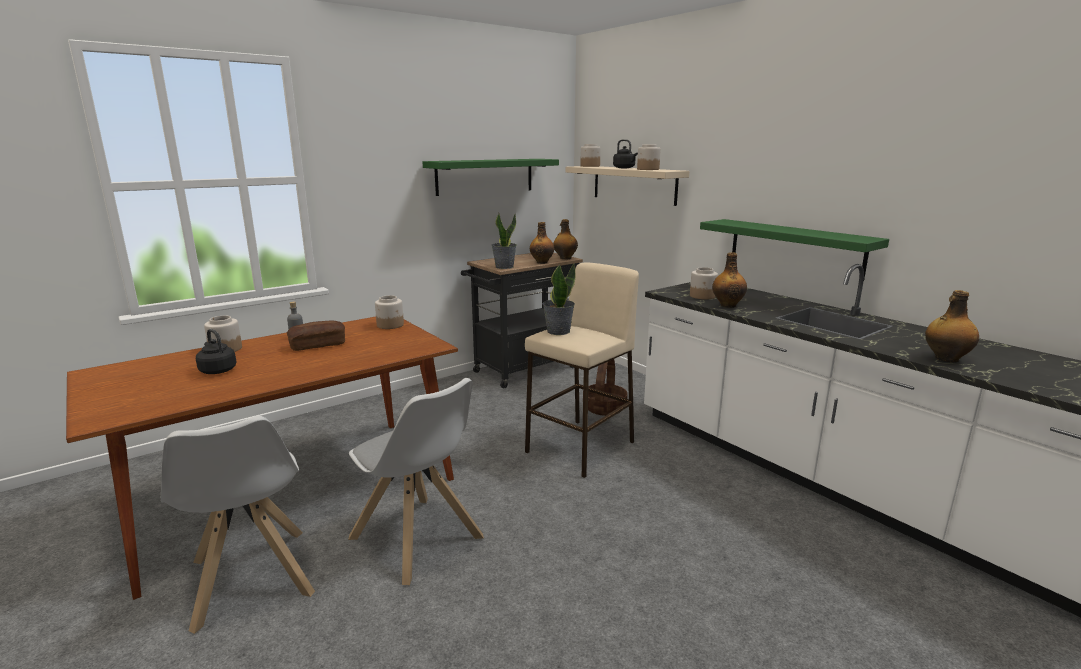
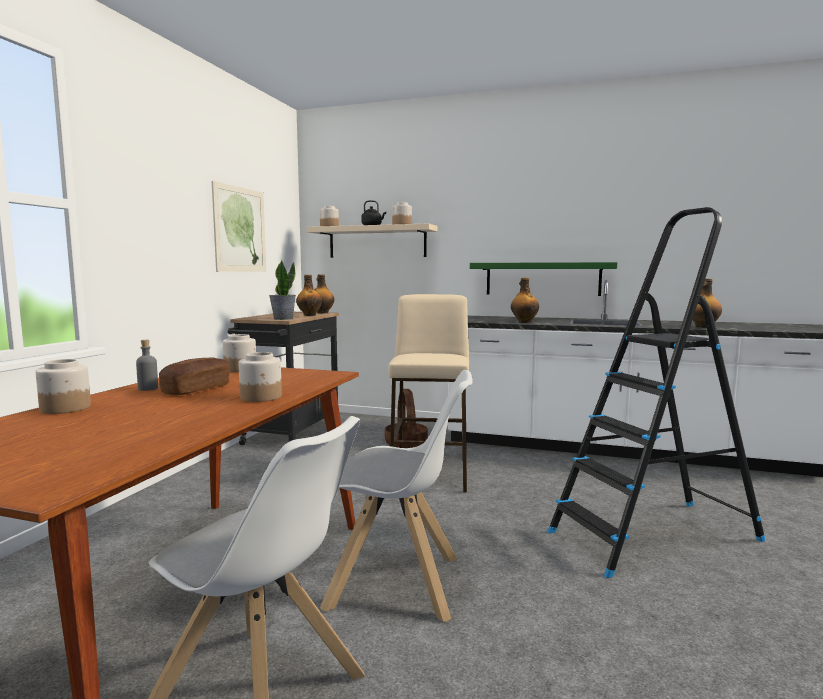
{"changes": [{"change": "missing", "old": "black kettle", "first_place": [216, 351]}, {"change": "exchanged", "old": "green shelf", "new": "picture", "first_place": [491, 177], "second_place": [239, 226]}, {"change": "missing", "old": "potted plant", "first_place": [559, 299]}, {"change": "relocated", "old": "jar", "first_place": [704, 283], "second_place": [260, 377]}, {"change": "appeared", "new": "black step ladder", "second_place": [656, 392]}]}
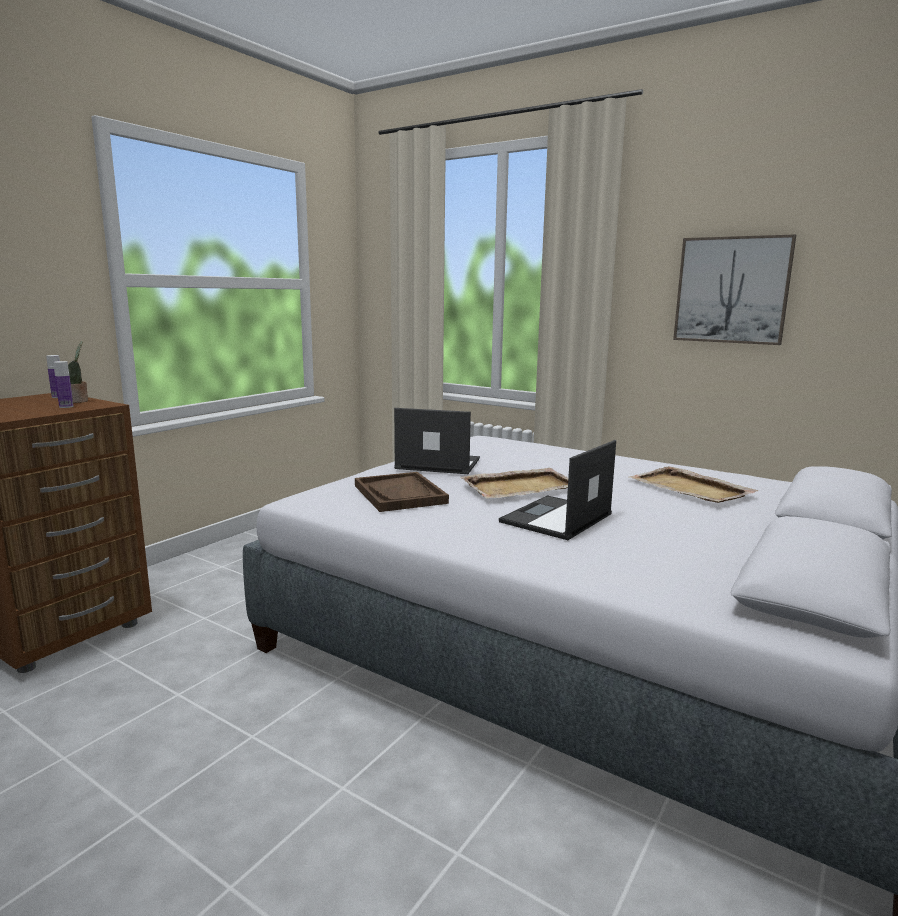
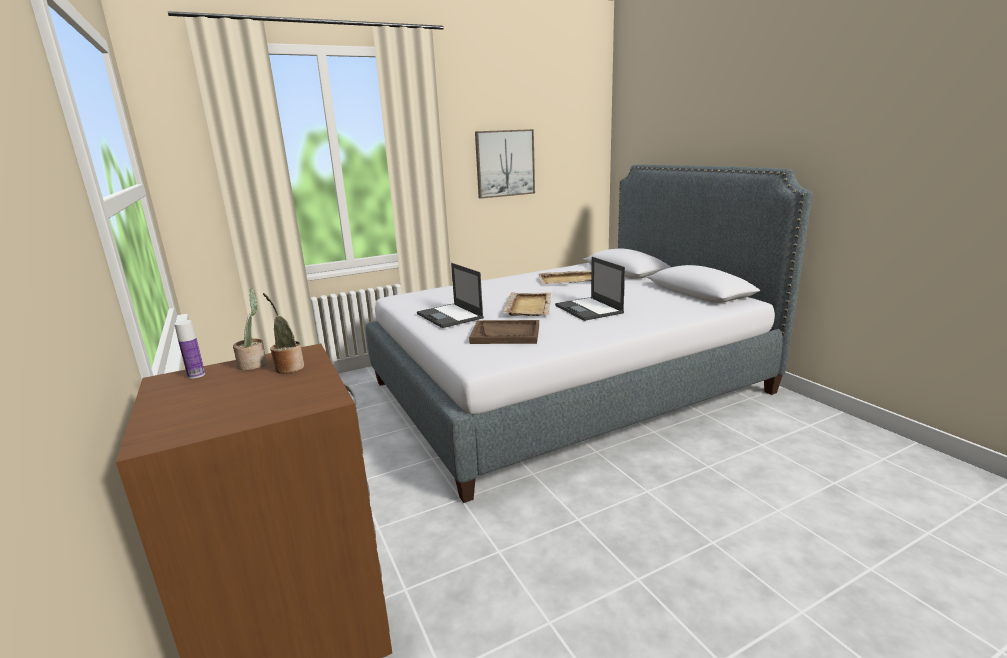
{"changes": [{"change": "exchanged", "old": "bottle", "new": "potted plant", "first_place": [63, 384], "second_place": [283, 333]}, {"change": "spun", "old": "laptop", "first_place": [437, 441], "second_place": [450, 295], "degrees": -75}]}
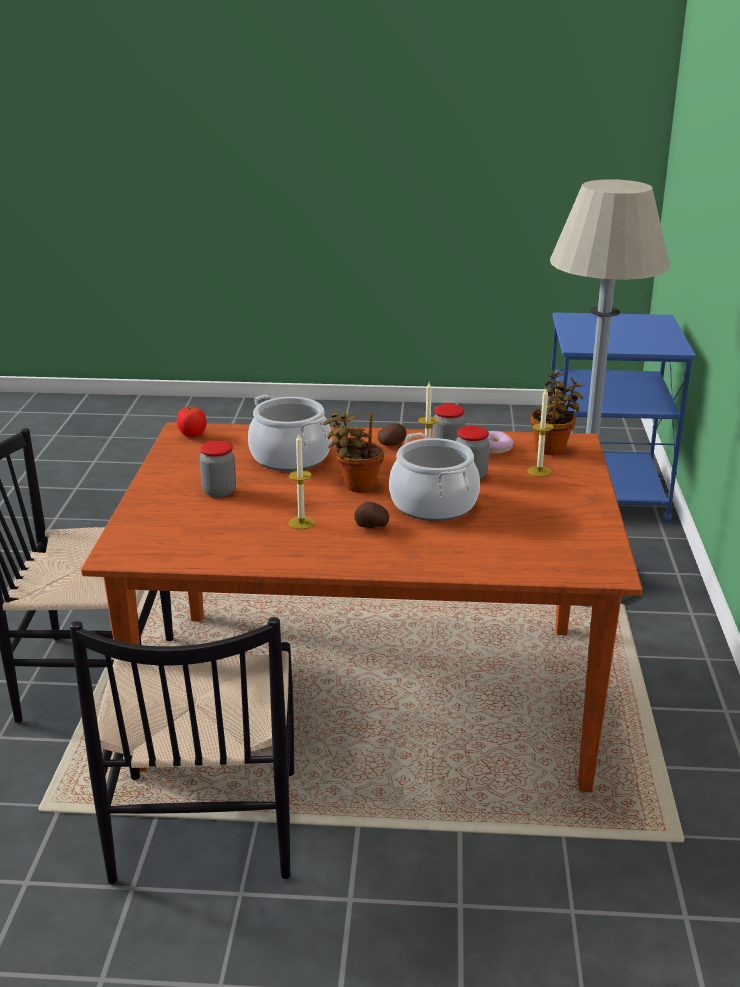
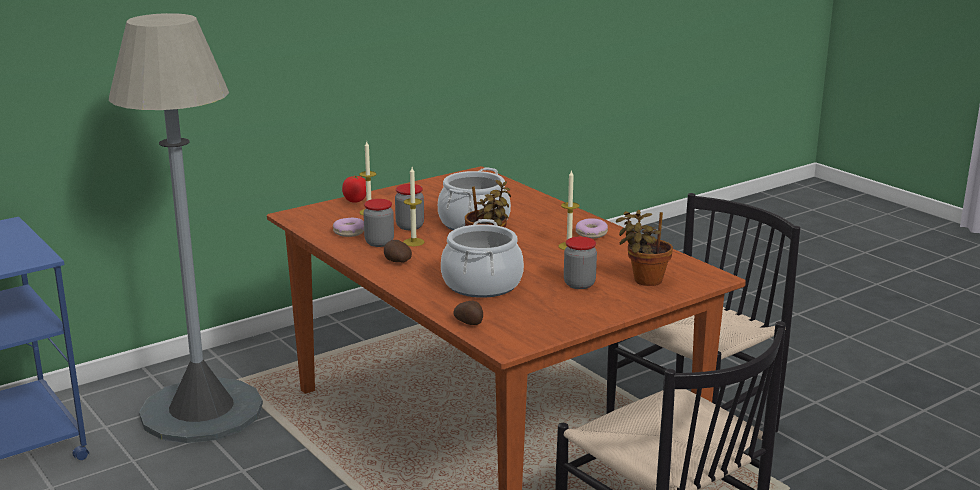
{"changes": [{"change": "relocated", "old": "tomato", "first_place": [192, 421], "second_place": [354, 189]}, {"change": "relocated", "old": "potato", "first_place": [371, 514], "second_place": [468, 313]}, {"change": "relocated", "old": "potted plant", "first_place": [557, 412], "second_place": [644, 248]}, {"change": "appeared", "new": "donut", "second_place": [592, 228]}]}
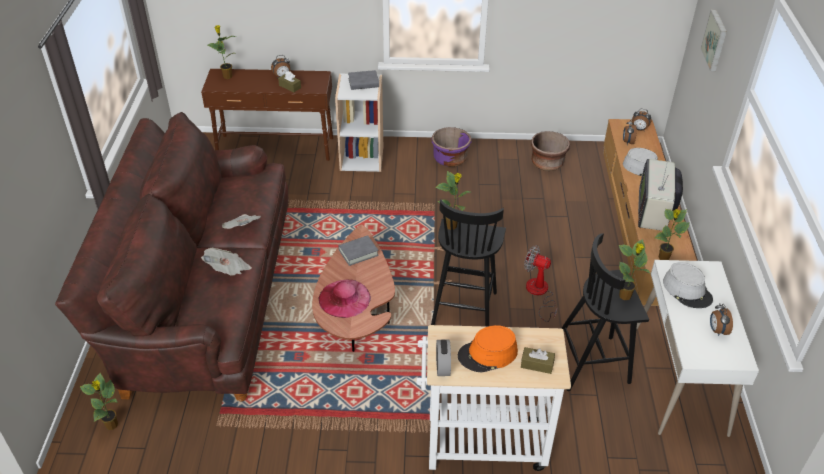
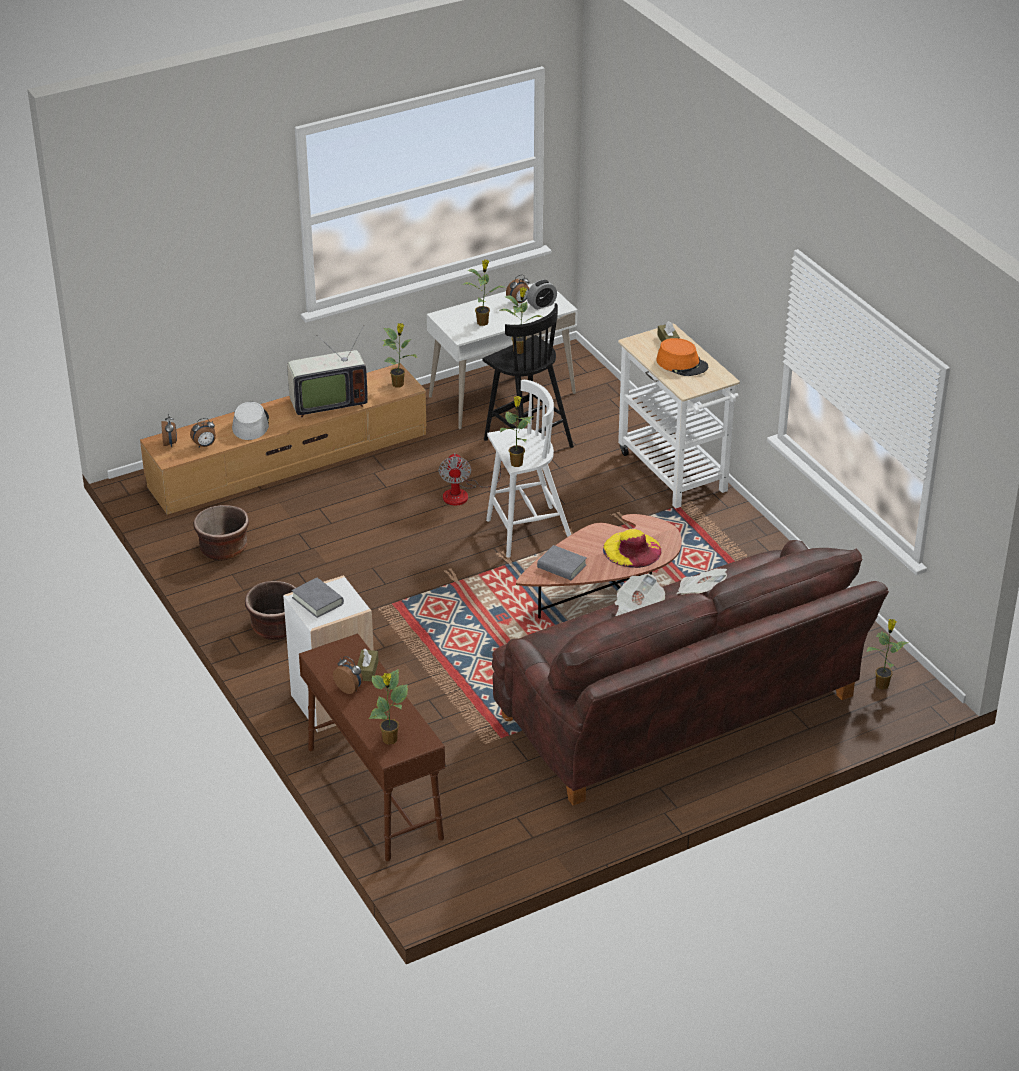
{"changes": [{"change": "colour", "old": "pink hat", "new": "yellow hat", "first_place": [345, 299], "second_place": [632, 548]}, {"change": "colour", "old": "purple planter", "new": "brown planter", "first_place": [451, 147], "second_place": [270, 610]}, {"change": "colour", "old": "black stool", "new": "white stool", "first_place": [468, 263], "second_place": [528, 469]}, {"change": "relocated", "old": "alarm clock", "first_place": [443, 358], "second_place": [542, 295]}, {"change": "exchanged", "old": "grey hat", "new": "potted plant", "first_place": [688, 285], "second_place": [483, 293]}, {"change": "missing", "old": "picture", "first_place": [713, 40]}]}
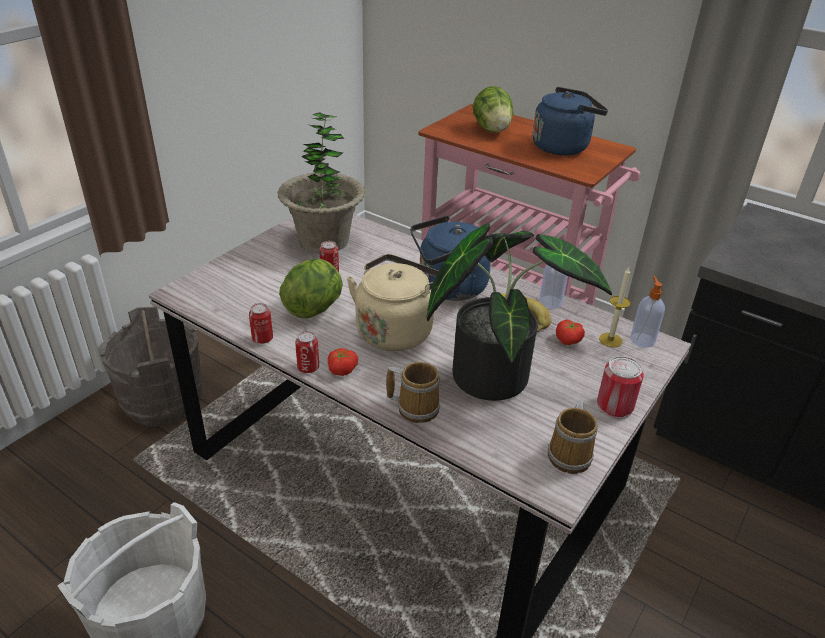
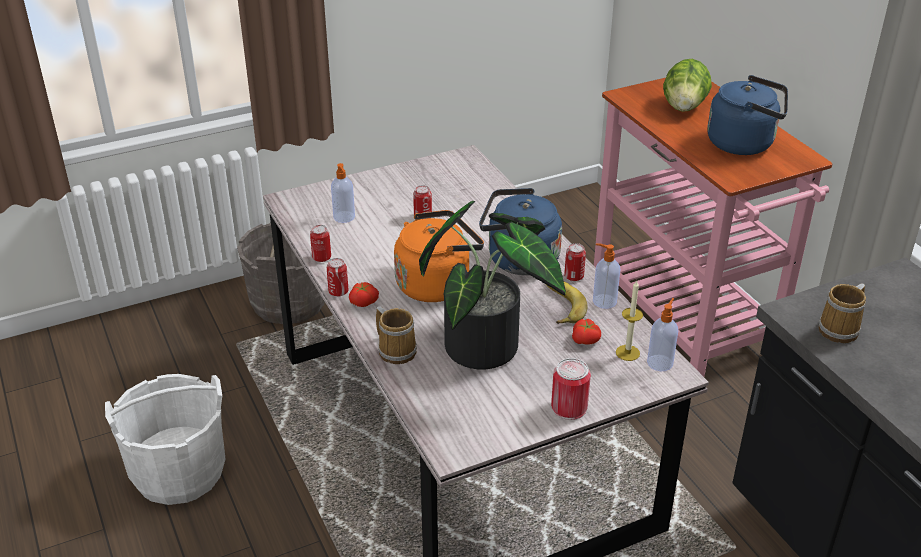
{"changes": [{"change": "missing", "old": "potted plant", "first_place": [321, 183]}, {"change": "missing", "old": "lettuce", "first_place": [311, 288]}, {"change": "colour", "old": "beige kettle", "new": "orange kettle", "first_place": [393, 302], "second_place": [439, 256]}, {"change": "relocated", "old": "mug", "first_place": [573, 437], "second_place": [842, 313]}, {"change": "appeared", "new": "soap dispenser", "second_place": [343, 193]}, {"change": "appeared", "new": "can", "second_place": [575, 262]}]}
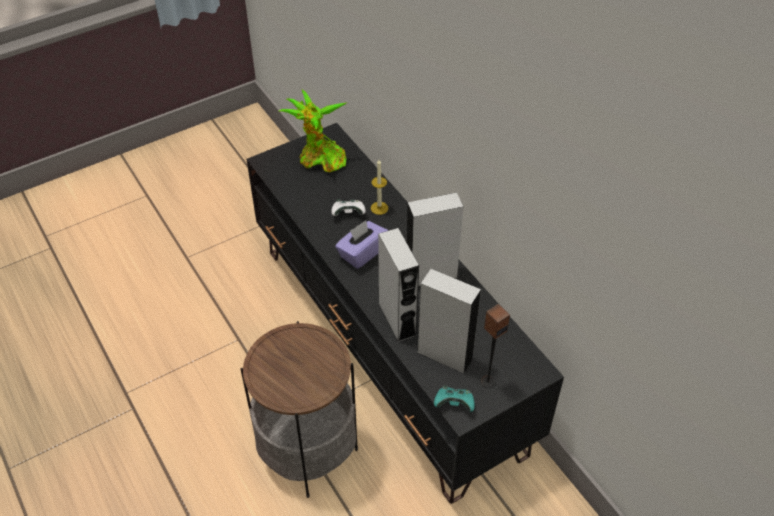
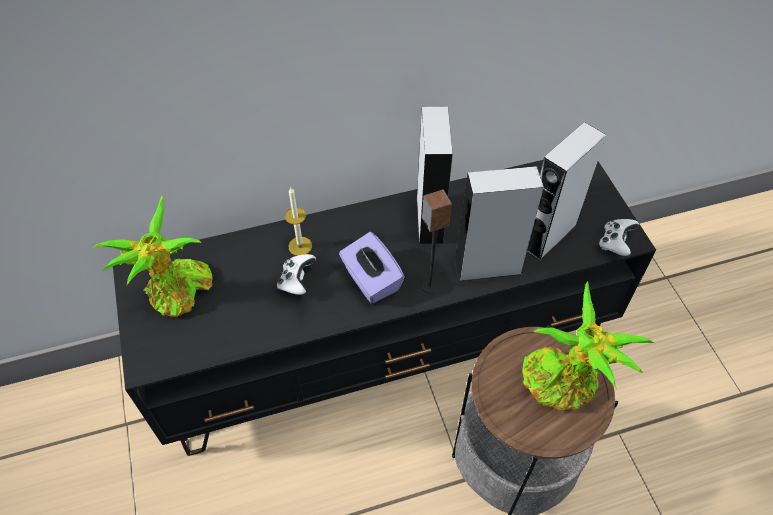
{"changes": [{"change": "colour", "old": "turquoise game controller", "new": "white game controller", "first_place": [454, 398], "second_place": [619, 237]}, {"change": "relocated", "old": "speaker", "first_place": [495, 346], "second_place": [437, 241]}, {"change": "appeared", "new": "potted plant", "second_place": [588, 346]}]}
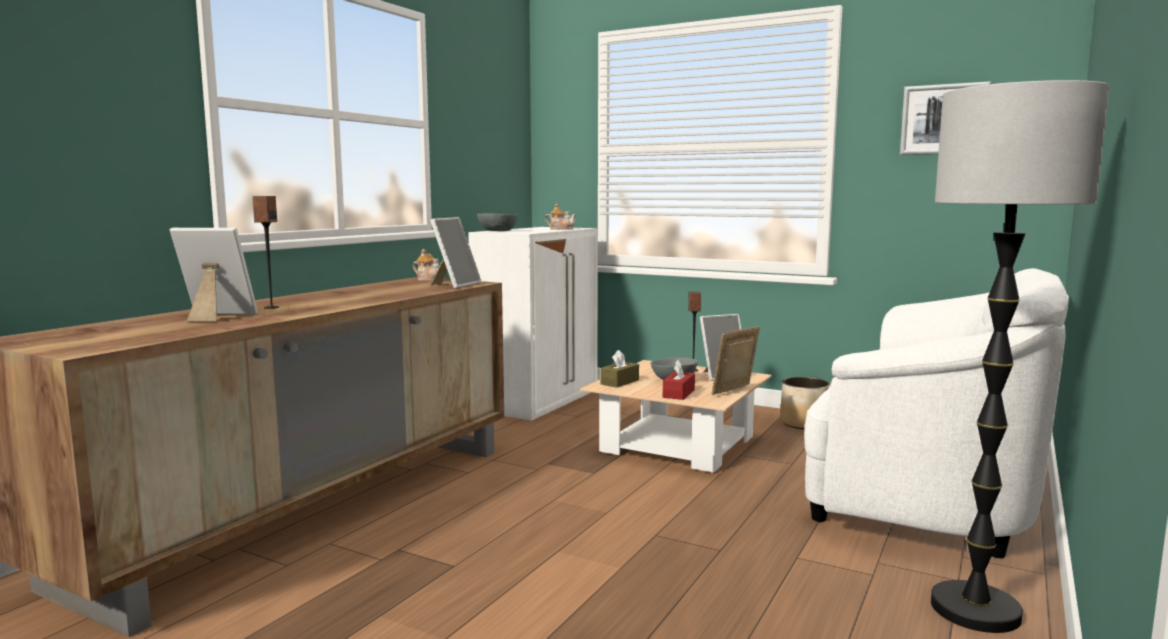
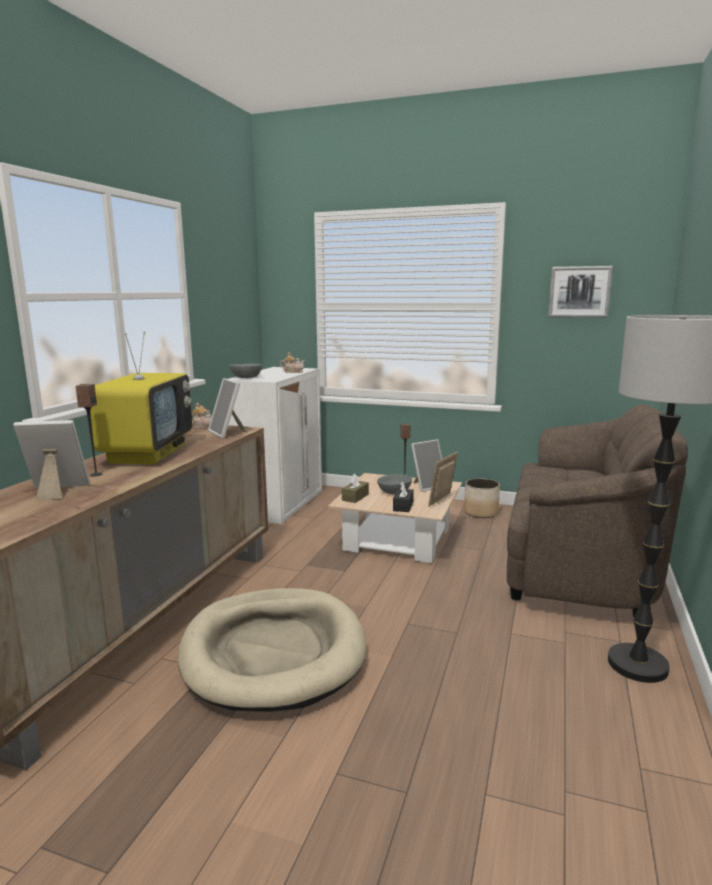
{"changes": [{"change": "spun", "old": "picture frame", "first_place": [456, 252], "second_place": [227, 408], "degrees": 135}, {"change": "colour", "old": "red tissue box", "new": "black tissue box", "first_place": [679, 380], "second_place": [403, 496]}, {"change": "colour", "old": "white sofa", "new": "brown sofa", "first_place": [936, 413], "second_place": [597, 510]}, {"change": "appeared", "new": "television", "second_place": [140, 397]}, {"change": "appeared", "new": "beige dog bed", "second_place": [272, 650]}]}
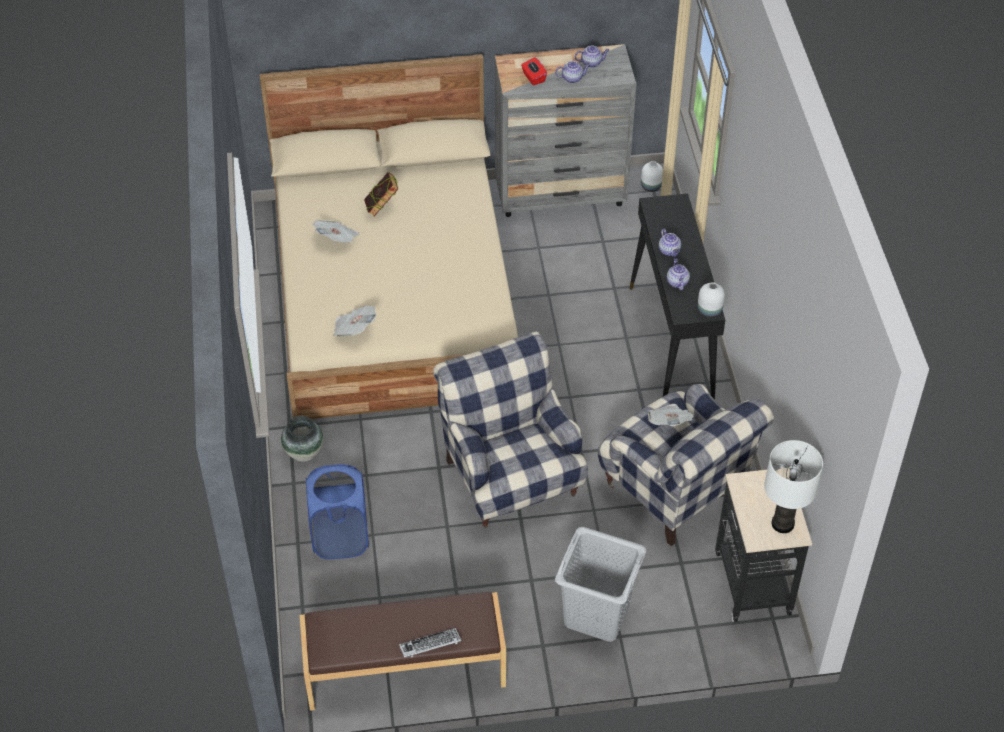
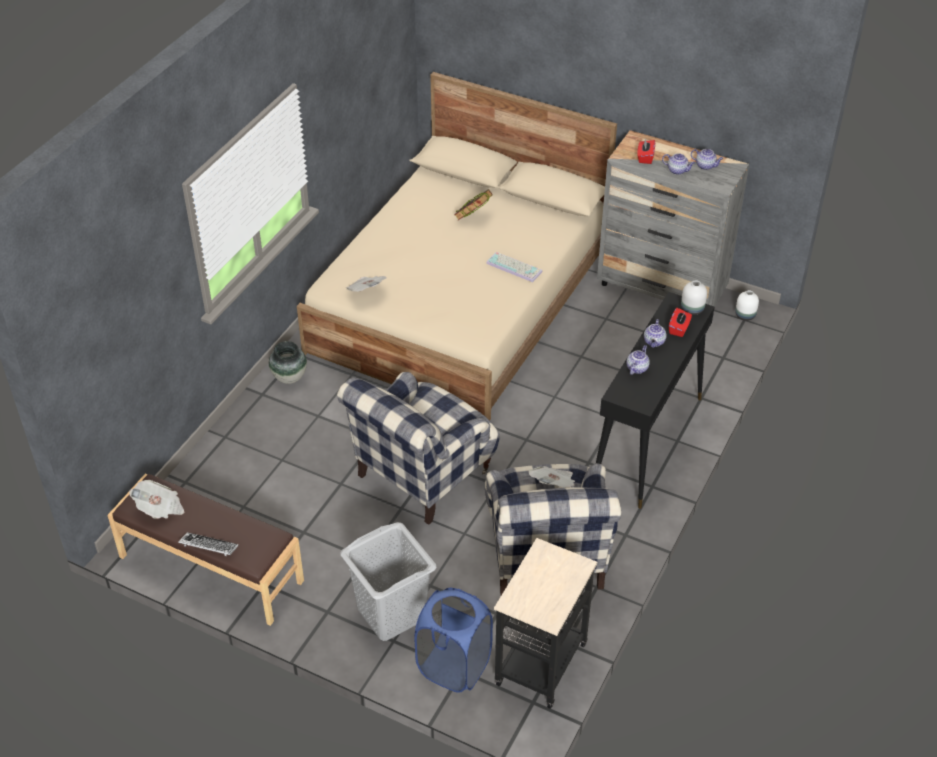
{"changes": [{"change": "relocated", "old": "blue laundry basket", "first_place": [337, 511], "second_place": [454, 640]}, {"change": "relocated", "old": "newspaper", "first_place": [336, 231], "second_place": [156, 499]}, {"change": "spun", "old": "armchair", "first_place": [510, 430], "second_place": [418, 448], "degrees": -150}, {"change": "relocated", "old": "white vase", "first_place": [711, 300], "second_place": [694, 297]}, {"change": "missing", "old": "white table lamp", "first_place": [793, 486]}, {"change": "appeared", "new": "keyboard", "second_place": [514, 267]}, {"change": "appeared", "new": "red tissue box", "second_place": [680, 322]}]}
